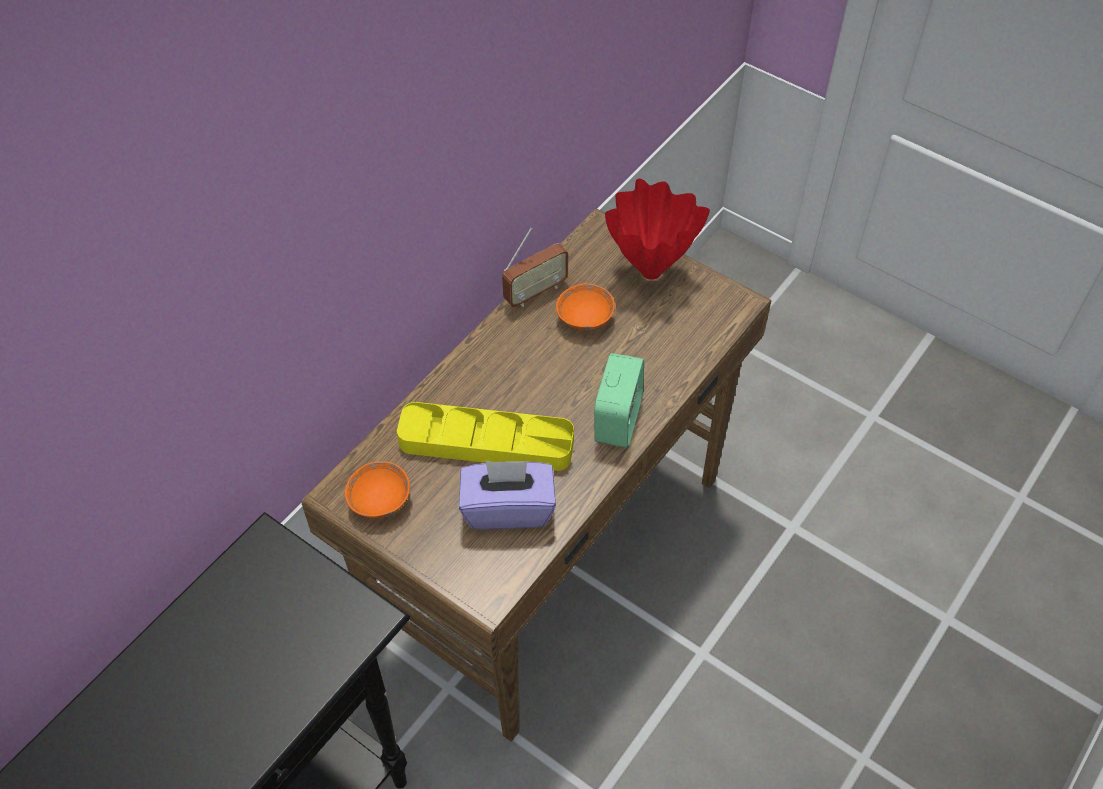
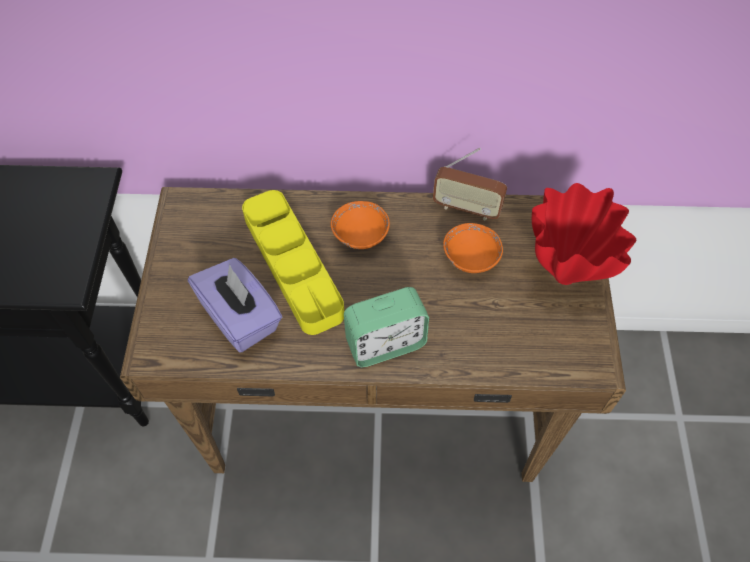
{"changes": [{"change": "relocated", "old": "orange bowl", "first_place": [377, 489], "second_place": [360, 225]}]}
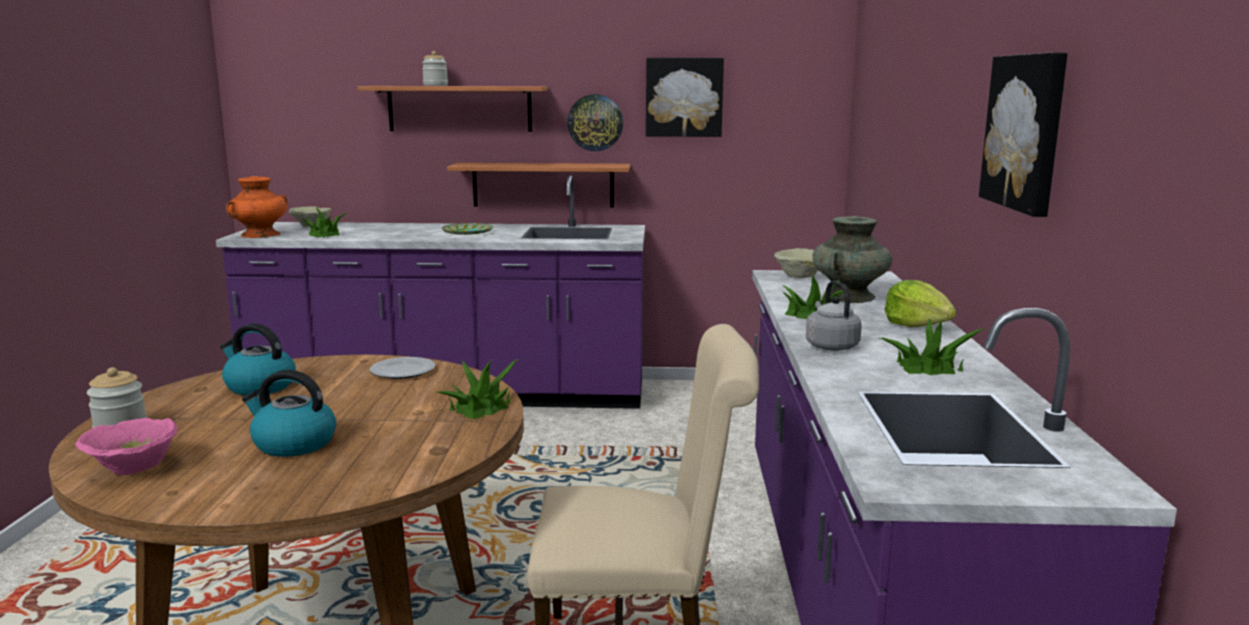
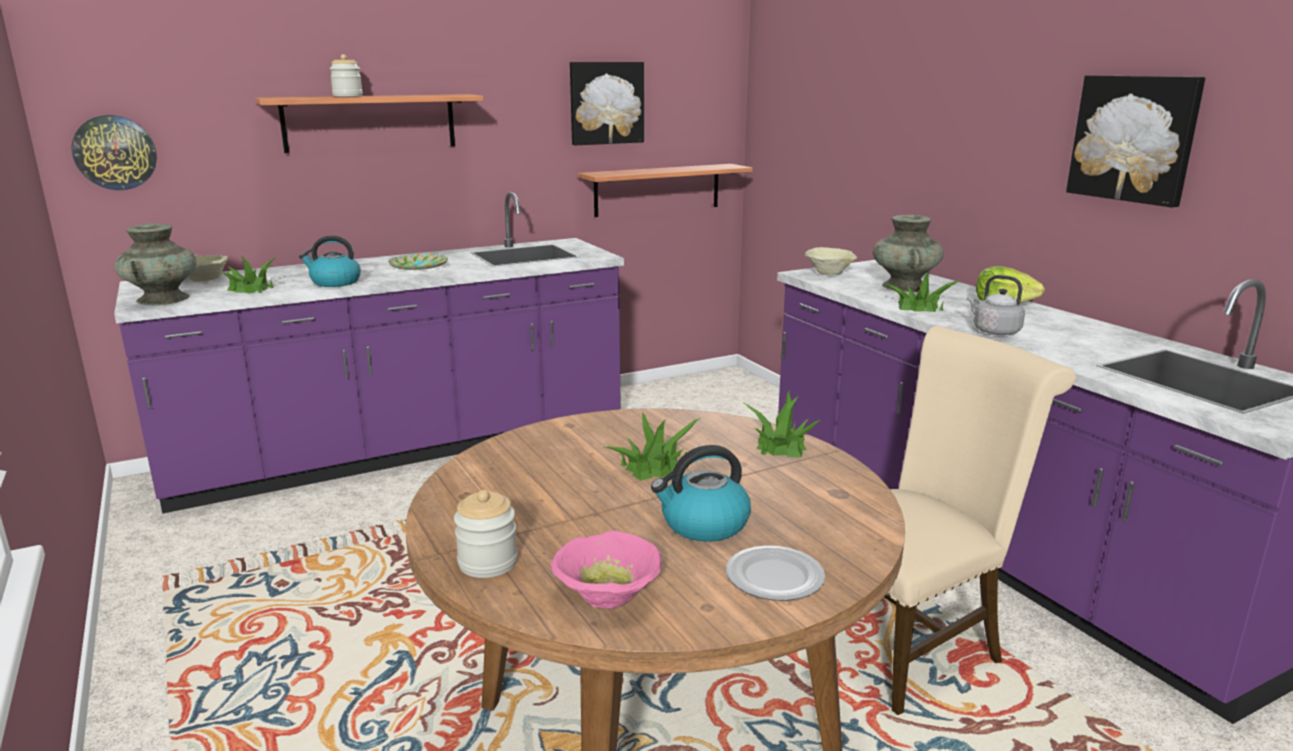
{"changes": [{"change": "relocated", "old": "kettle", "first_place": [258, 359], "second_place": [330, 261]}, {"change": "colour", "old": "orange vase", "new": "turquoise vase", "first_place": [257, 207], "second_place": [156, 264]}, {"change": "relocated", "old": "plate", "first_place": [402, 368], "second_place": [775, 573]}, {"change": "relocated", "old": "shelf", "first_place": [538, 185], "second_place": [665, 190]}, {"change": "relocated", "old": "wall clock", "first_place": [595, 122], "second_place": [114, 152]}, {"change": "relocated", "old": "potted plant", "first_place": [933, 347], "second_place": [652, 446]}]}
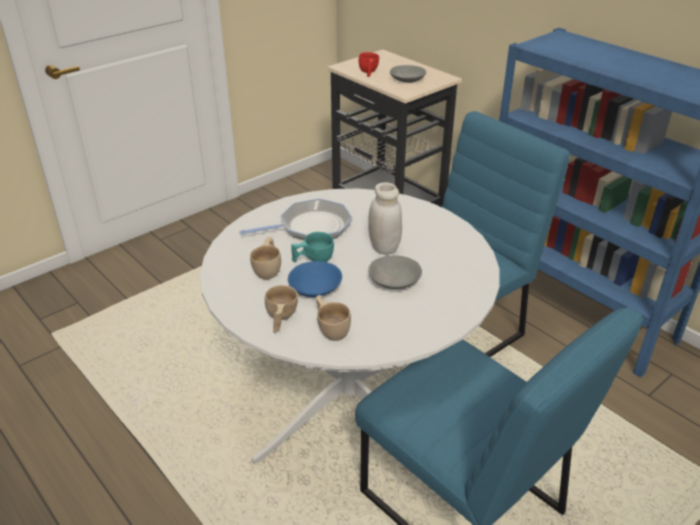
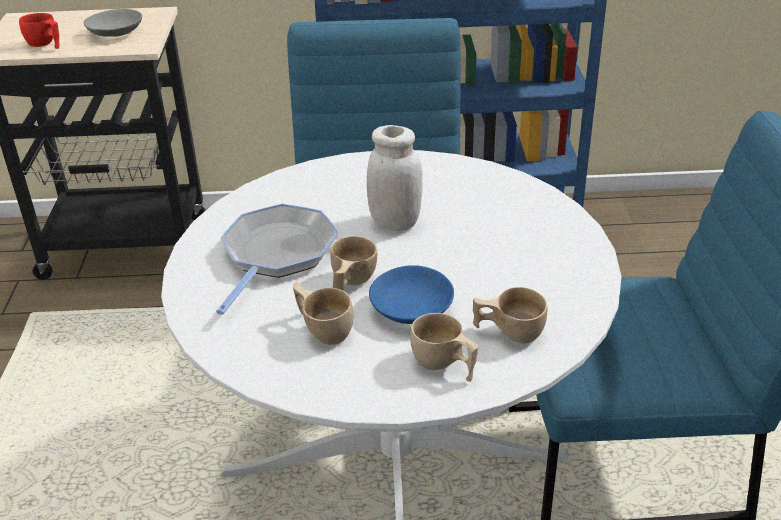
{"changes": [{"change": "colour", "old": "turquoise cup", "new": "beige cup", "first_place": [312, 247], "second_place": [353, 263]}, {"change": "missing", "old": "grey bowl", "first_place": [395, 272]}]}
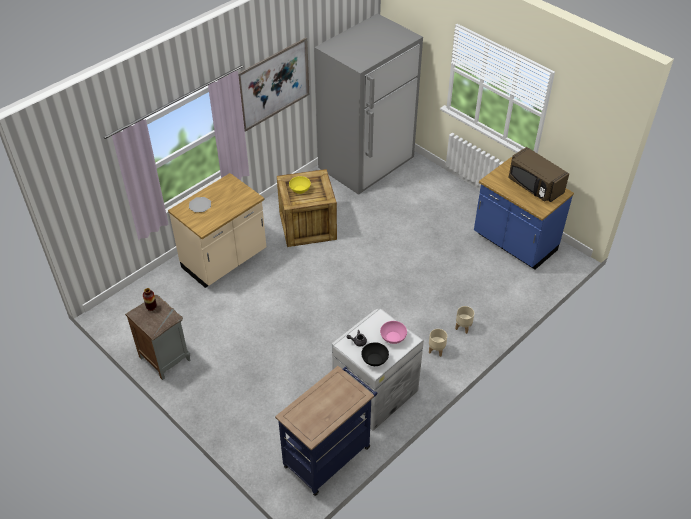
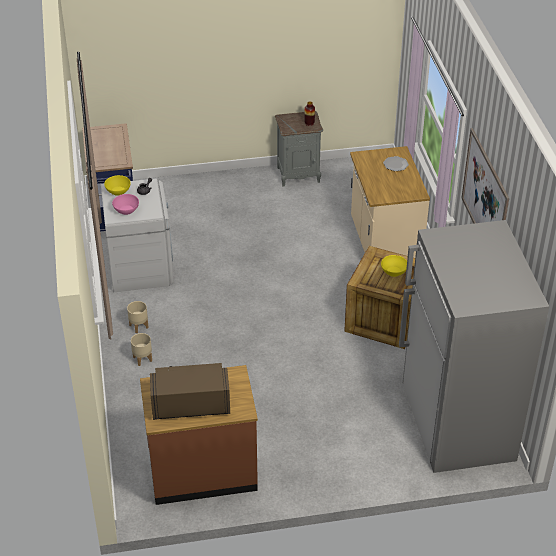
{"changes": [{"change": "colour", "old": "black bowl", "new": "yellow bowl", "first_place": [375, 354], "second_place": [117, 185]}, {"change": "colour", "old": "blue counter", "new": "brown counter", "first_place": [524, 213], "second_place": [199, 435]}]}
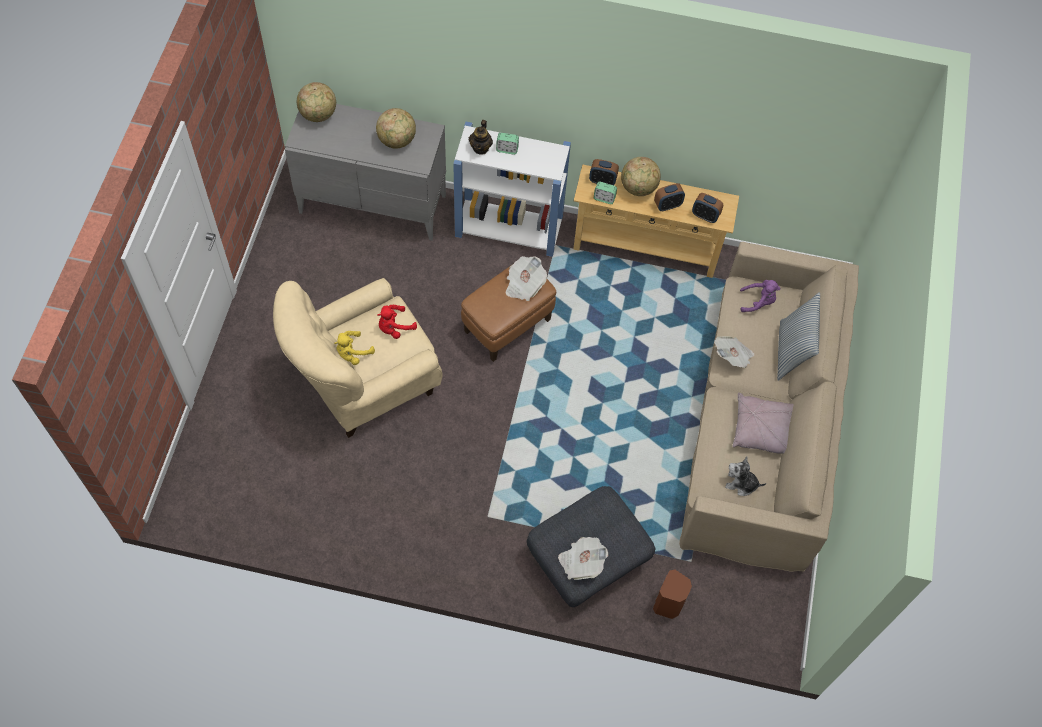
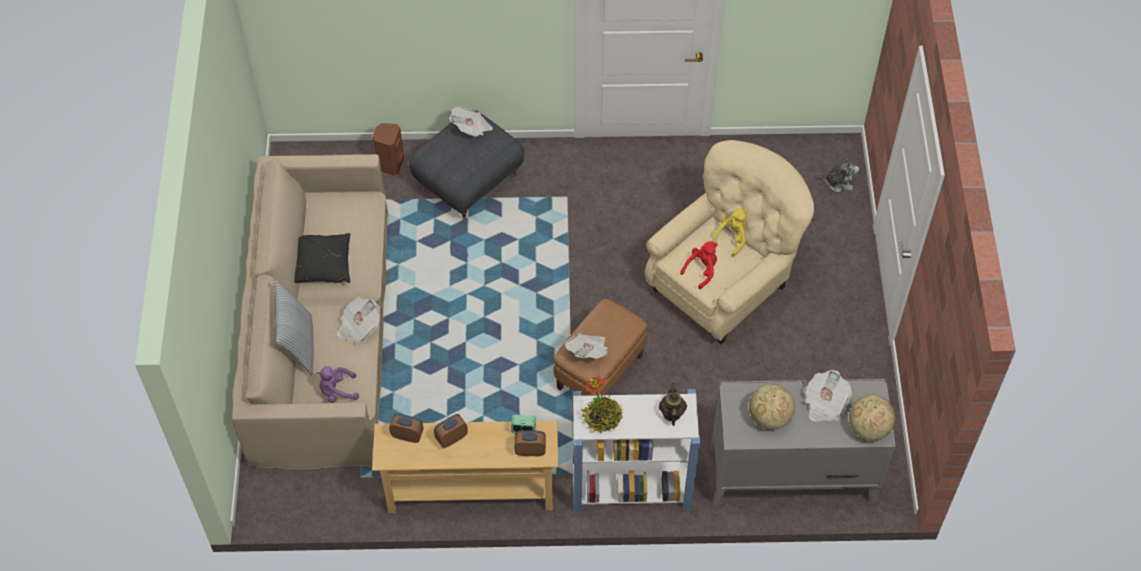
{"changes": [{"change": "missing", "old": "alarm clock", "first_place": [507, 144]}, {"change": "missing", "old": "globe", "first_place": [641, 176]}, {"change": "relocated", "old": "plush toy", "first_place": [745, 476], "second_place": [840, 175]}, {"change": "colour", "old": "purple pillow", "new": "black pillow", "first_place": [763, 423], "second_place": [322, 258]}, {"change": "appeared", "new": "potted plant", "second_place": [602, 404]}, {"change": "appeared", "new": "newspaper", "second_place": [828, 396]}]}
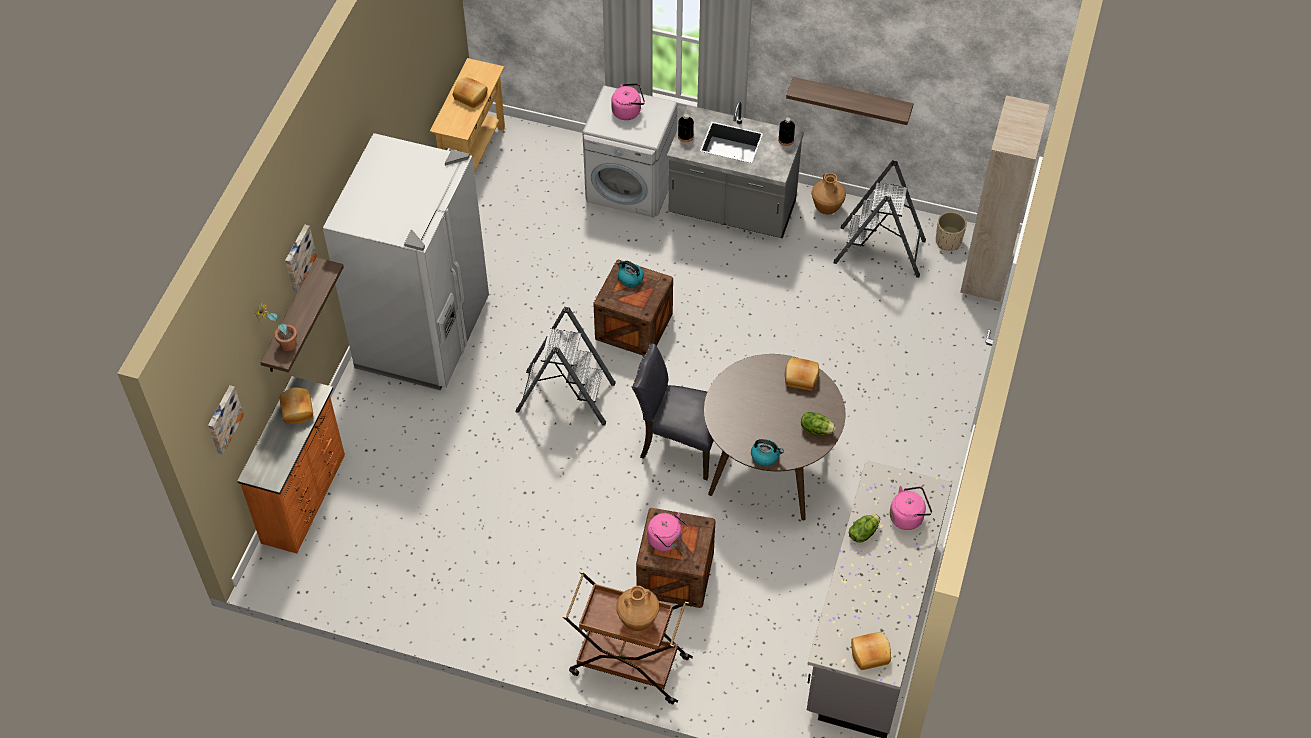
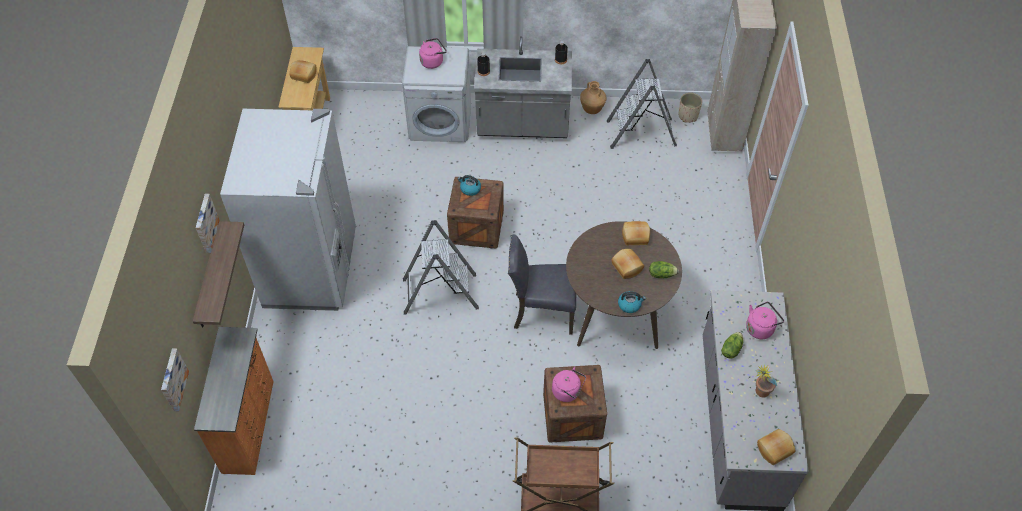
{"changes": [{"change": "relocated", "old": "potted plant", "first_place": [276, 327], "second_place": [766, 380]}, {"change": "relocated", "old": "bread", "first_place": [296, 405], "second_place": [627, 264]}, {"change": "missing", "old": "brown vase", "first_place": [638, 608]}, {"change": "missing", "old": "shelf", "first_place": [849, 101]}]}
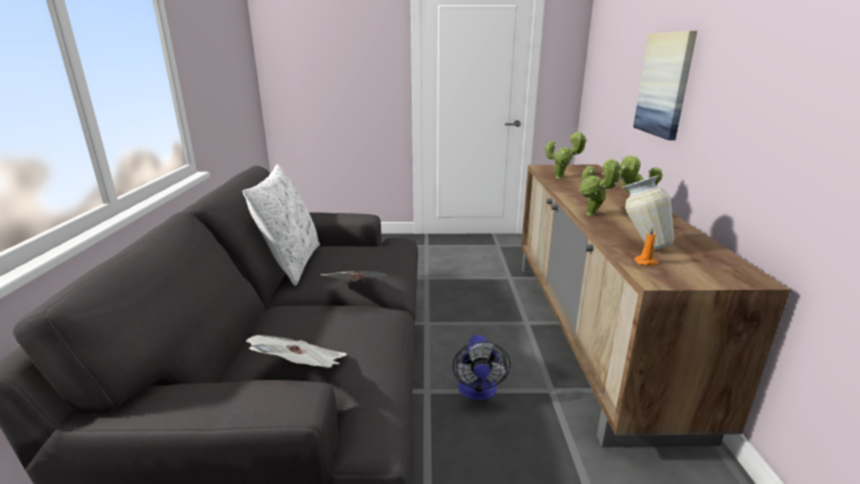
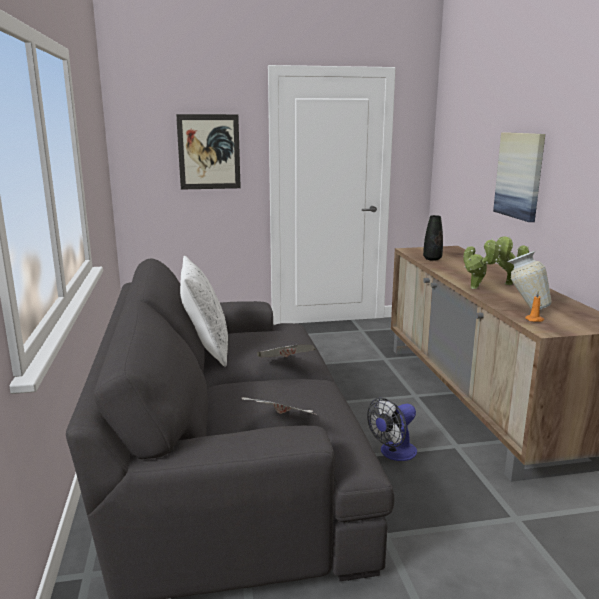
{"changes": [{"change": "spun", "old": "fan", "first_place": [481, 368], "second_place": [392, 429], "degrees": 60}, {"change": "exchanged", "old": "potted plant", "new": "black vase", "first_place": [566, 155], "second_place": [433, 238]}, {"change": "appeared", "new": "picture", "second_place": [208, 152]}]}
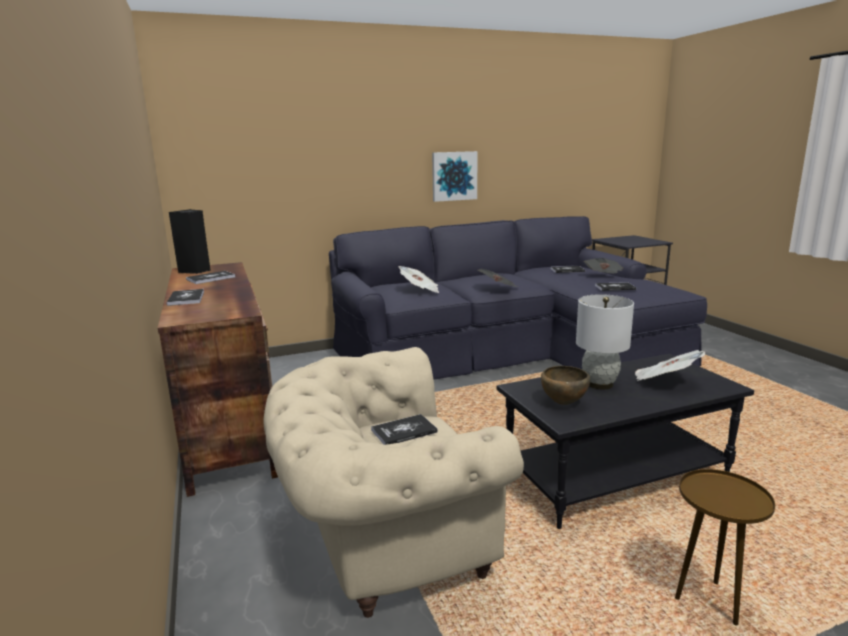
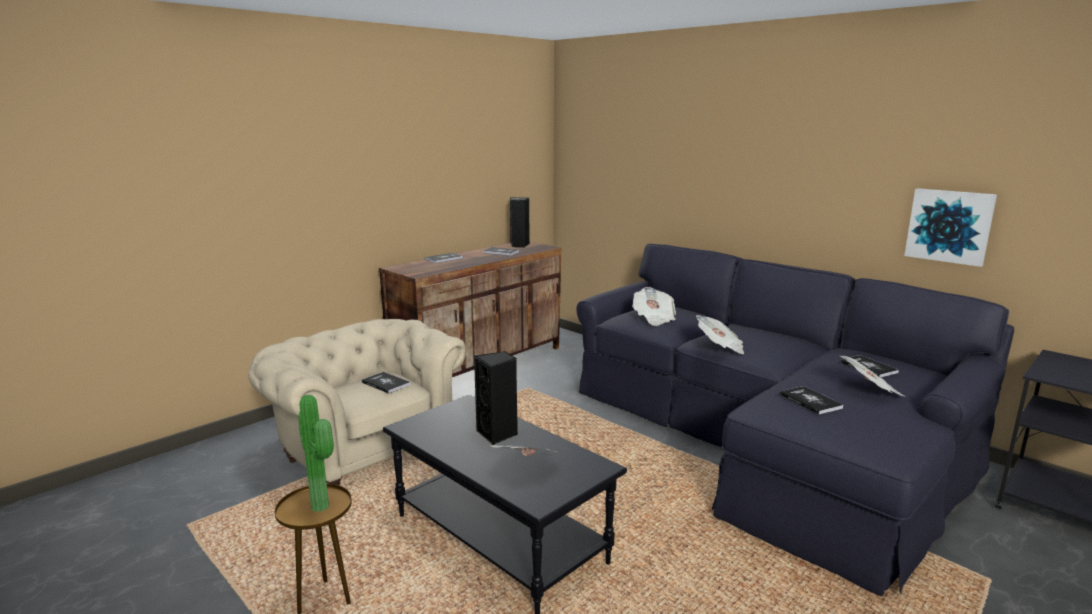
{"changes": [{"change": "relocated", "old": "picture", "first_place": [454, 176], "second_place": [950, 227]}, {"change": "missing", "old": "brown bowl", "first_place": [565, 385]}, {"change": "exchanged", "old": "white table lamp", "new": "black speaker", "first_place": [605, 341], "second_place": [496, 398]}, {"change": "appeared", "new": "potted plant", "second_place": [316, 453]}]}
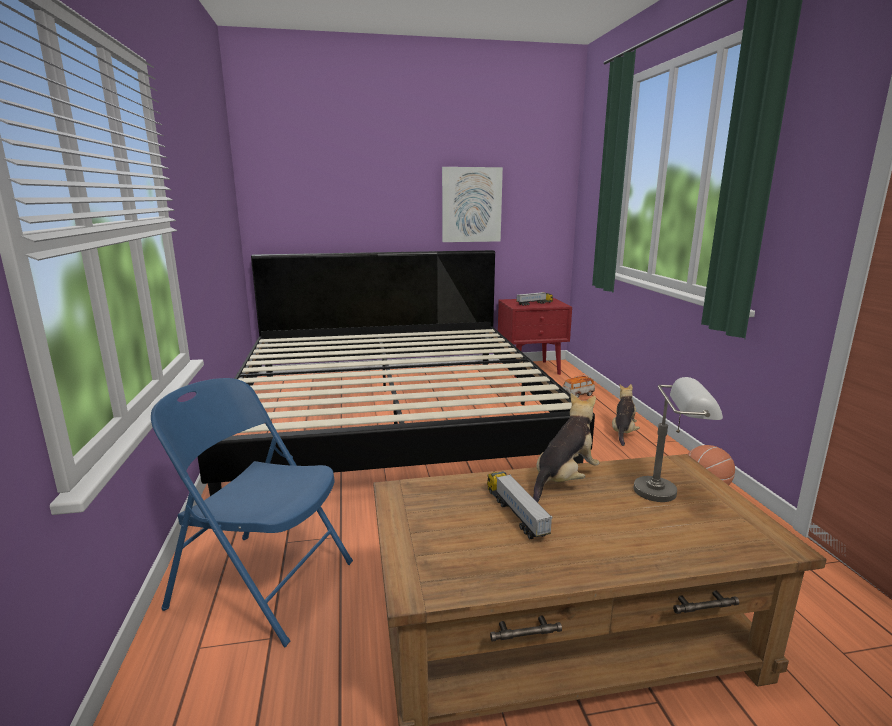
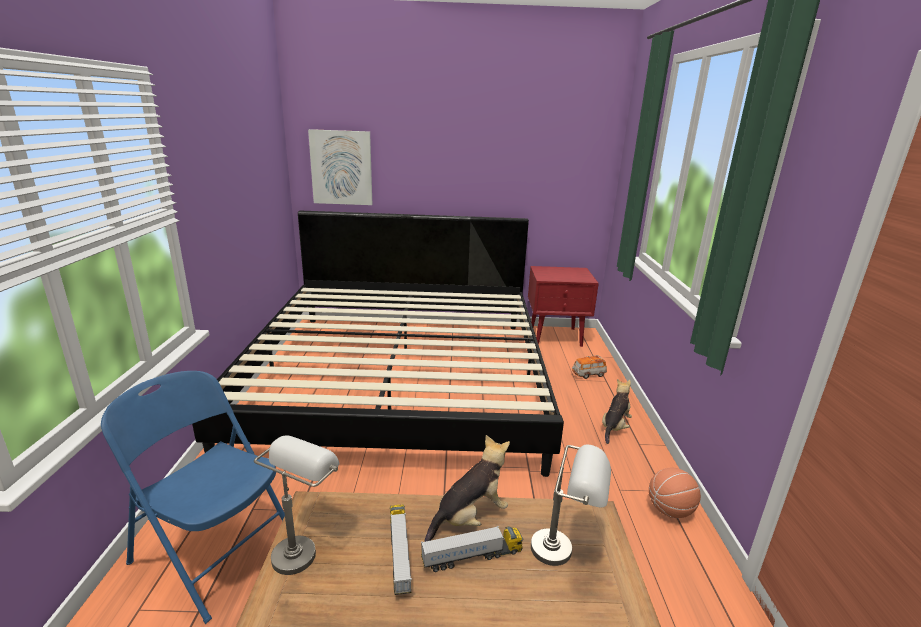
{"changes": [{"change": "relocated", "old": "picture", "first_place": [472, 204], "second_place": [340, 167]}, {"change": "relocated", "old": "toy truck", "first_place": [534, 299], "second_place": [472, 549]}, {"change": "appeared", "new": "grey table lamp", "second_place": [296, 505]}]}
